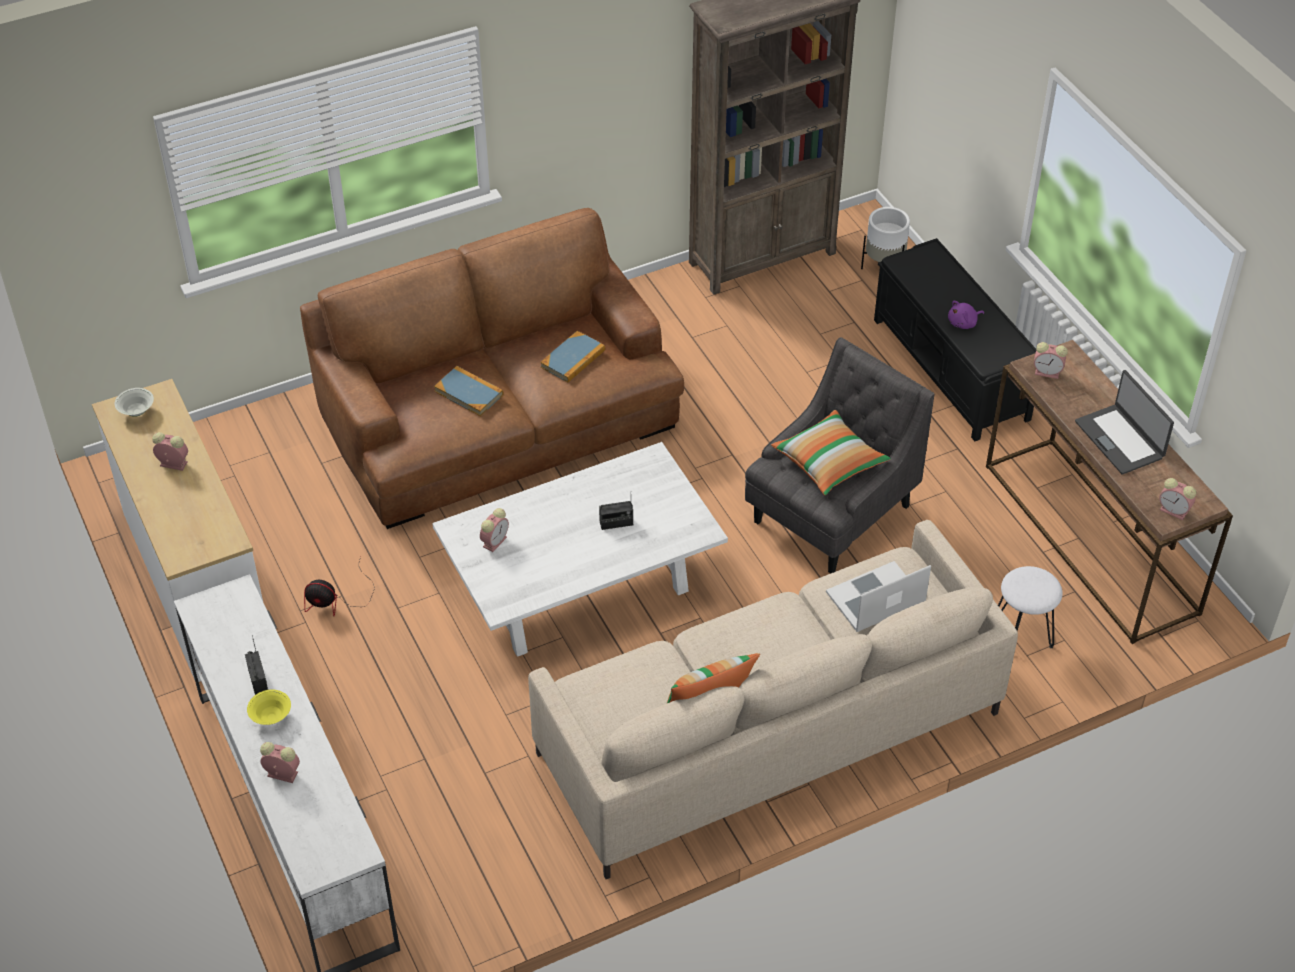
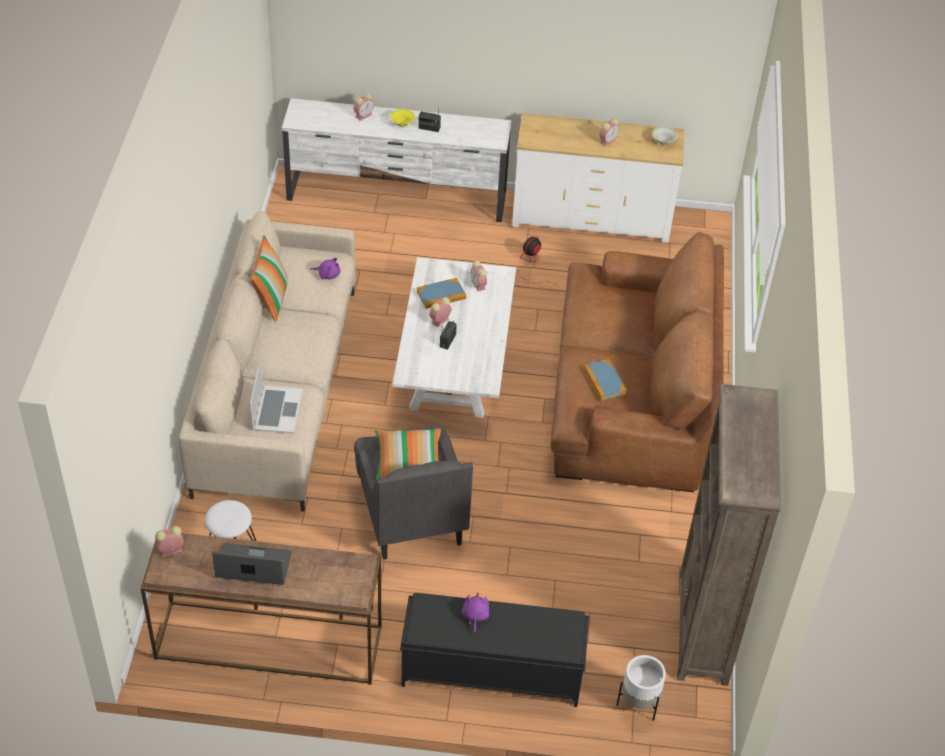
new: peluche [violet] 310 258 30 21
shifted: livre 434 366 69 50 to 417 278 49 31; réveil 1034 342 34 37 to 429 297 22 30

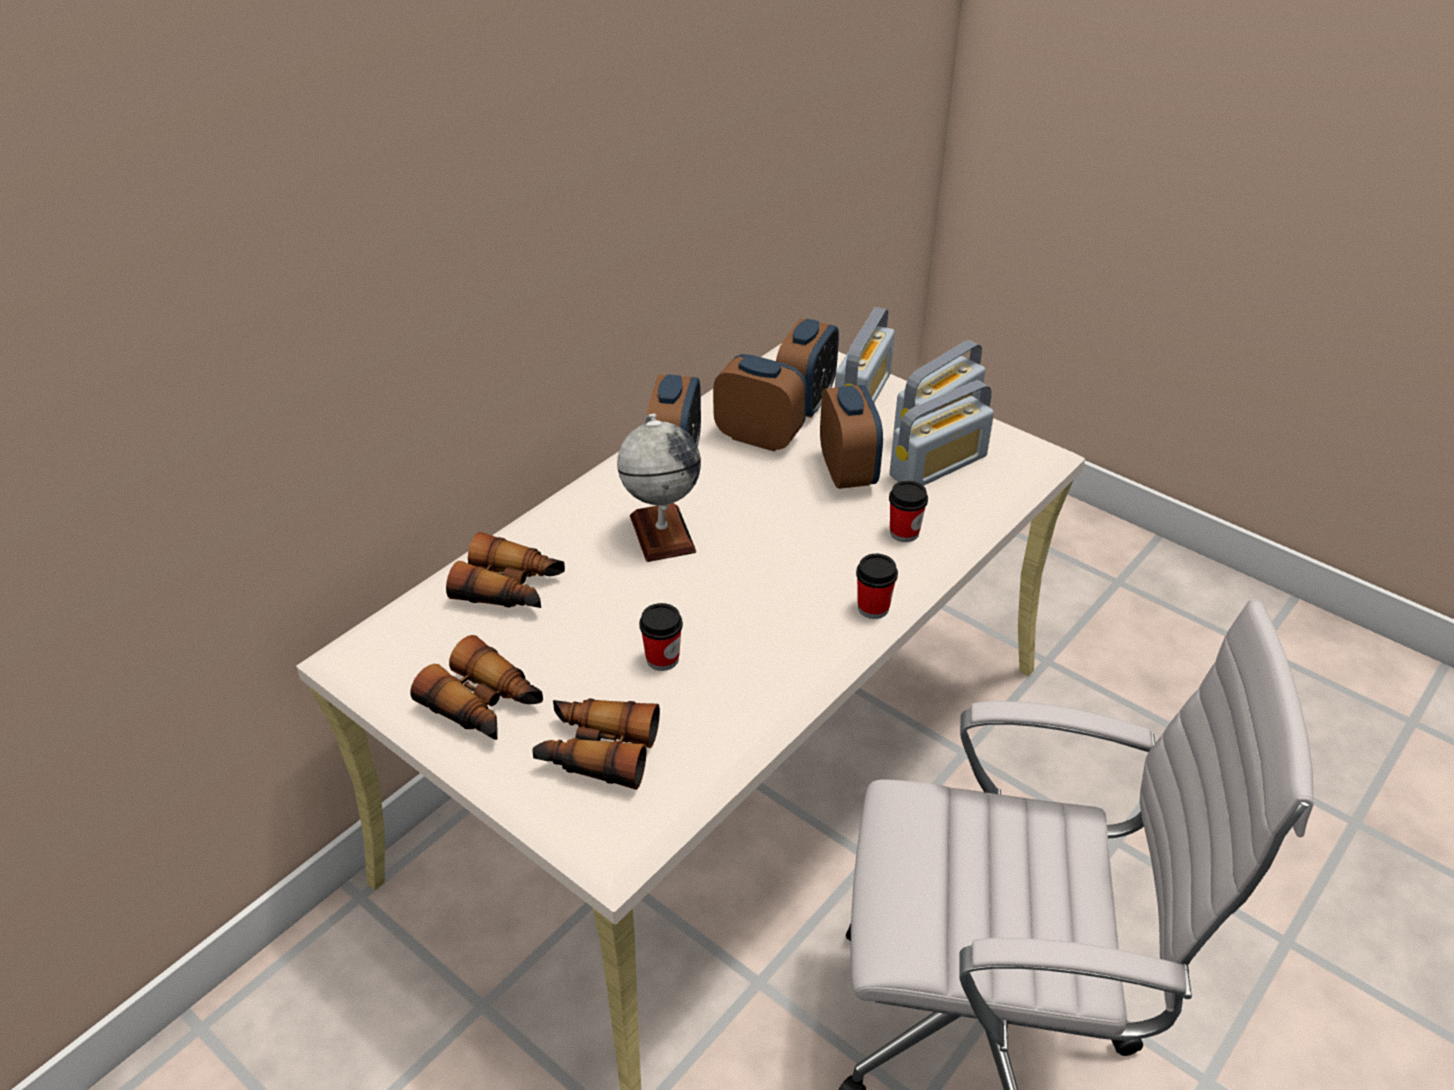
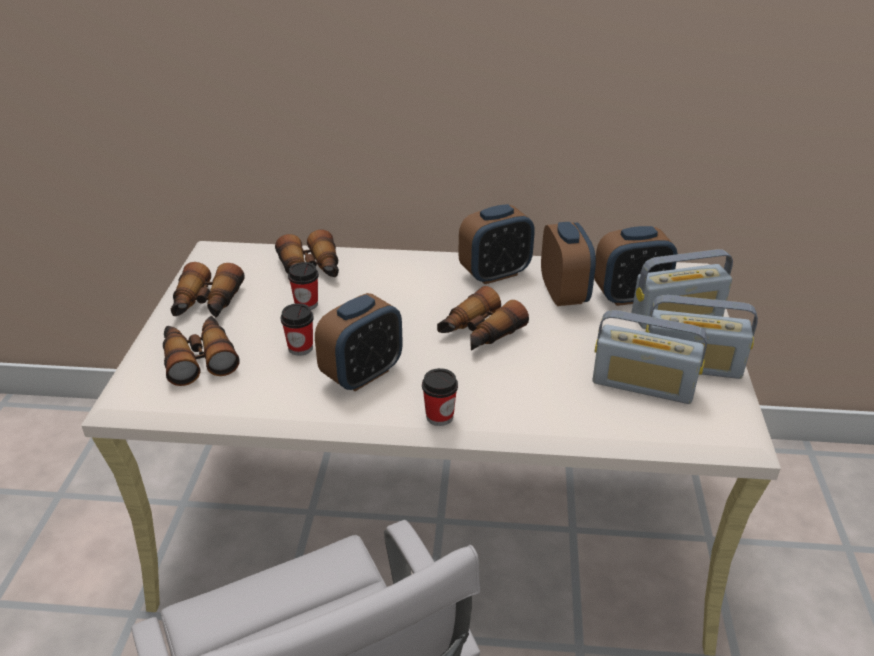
gone: globe 617 414 84 148
new: jumelles 437 286 92 64
shifted: réveil 820 385 63 104 to 315 293 88 98; tasse 889 480 39 62 to 288 262 31 48

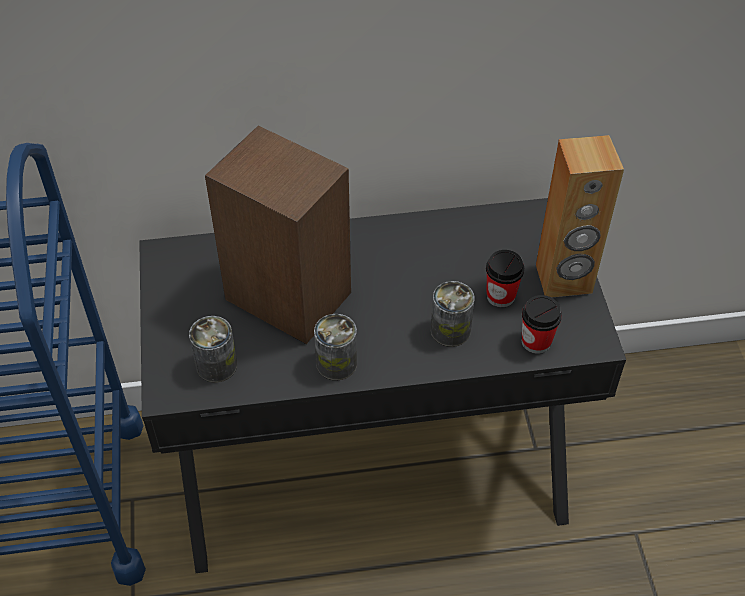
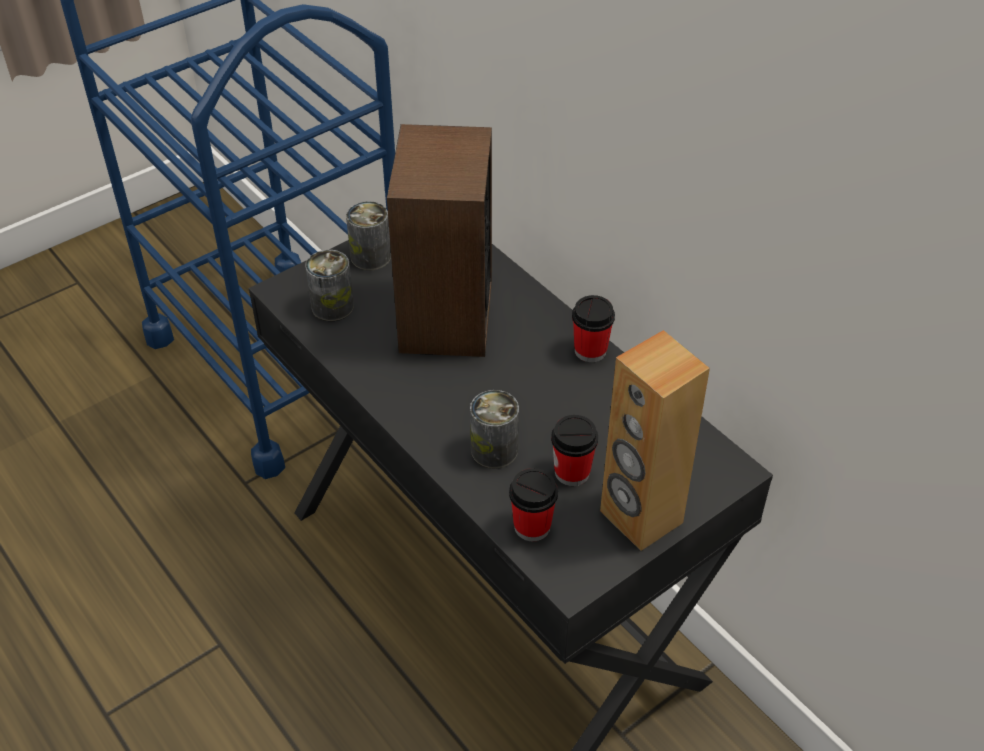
new: tasse 572 295 43 67
shifted: boîte métallique 314 314 43 66 to 346 201 45 69

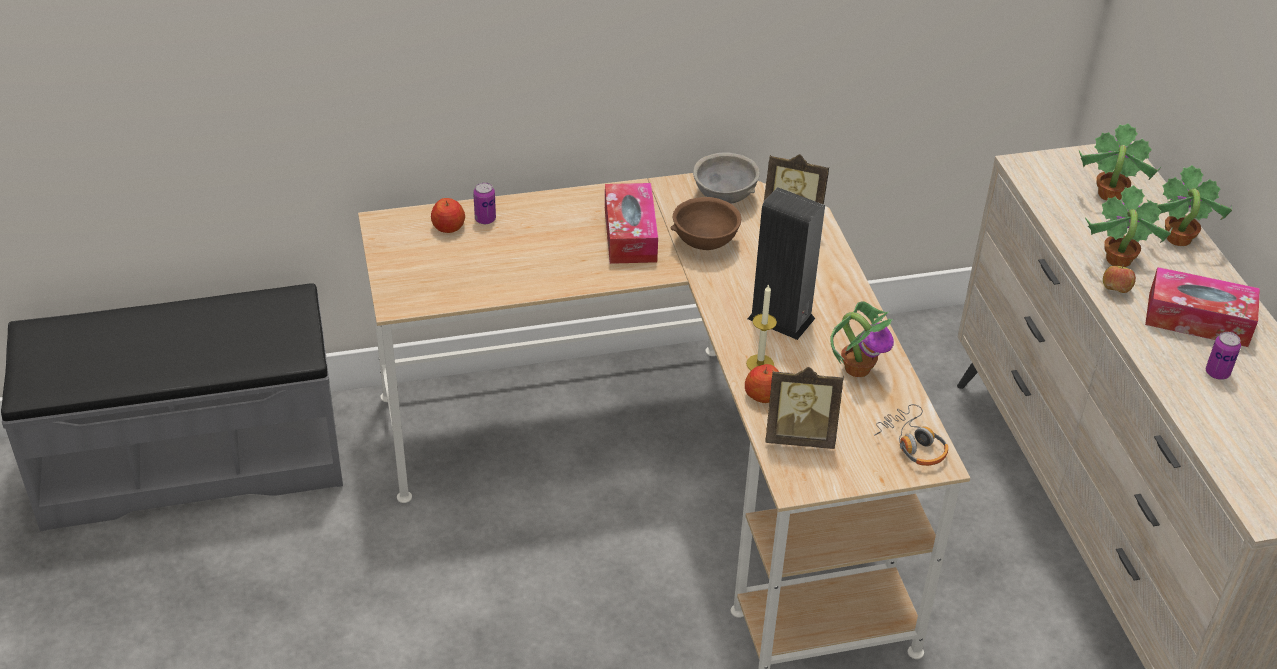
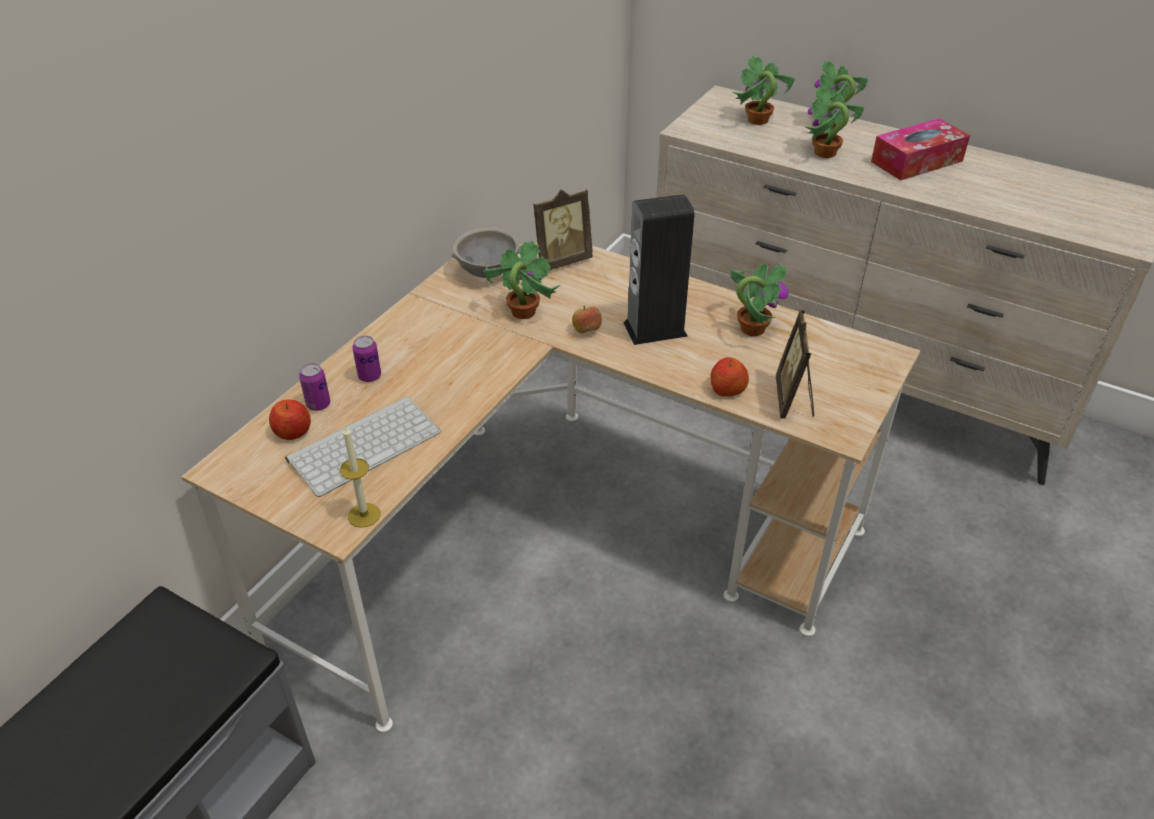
gone: boîte à mouchoirs 605 183 53 81; casque audio 874 404 74 62
new: clavier 285 396 156 101
shifted: bougie 746 284 31 86 to 340 425 40 103; pomme 1103 264 33 29 to 572 306 30 28; boîte métallique 1206 332 35 48 to 352 336 29 46
swapped: bol [marron] 670 197 71 53 to plante en pot 483 240 77 79
rotated: cadre photo 765 367 79 82 = 776 310 38 109 135 degrees clockwise

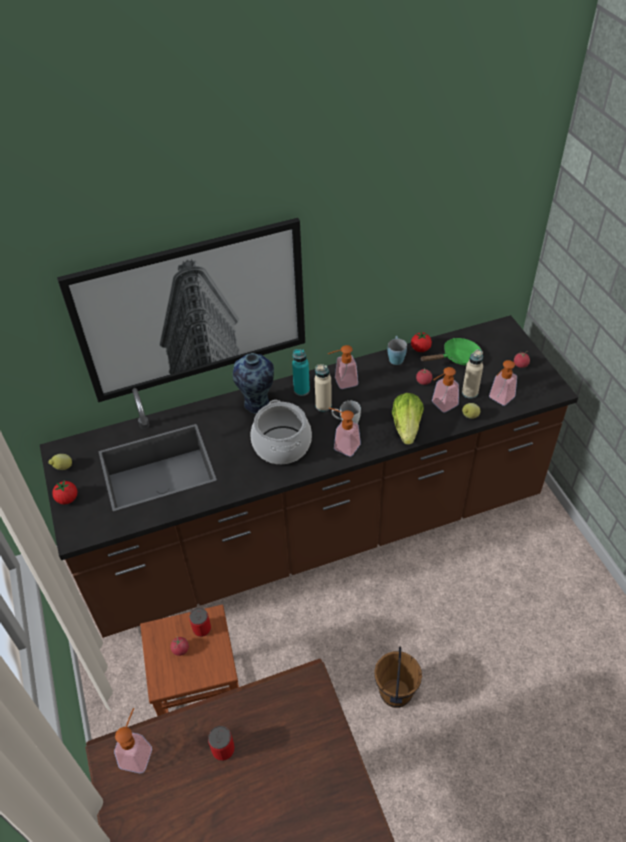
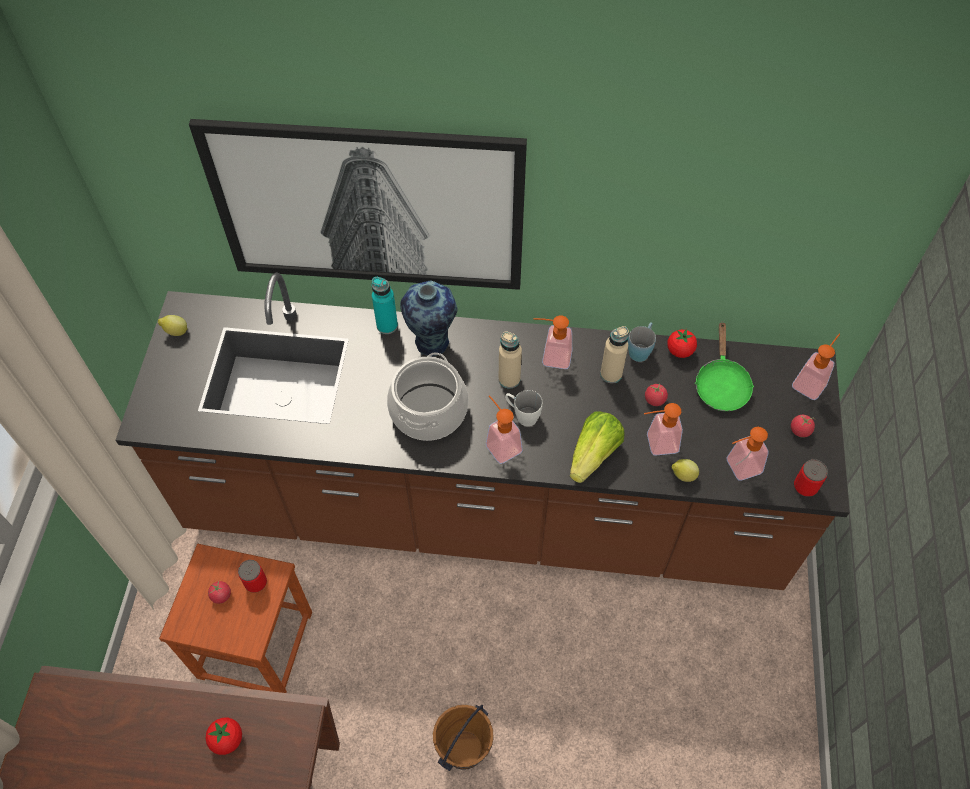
shifted: tomate 52 480 25 25 to 205 718 37 37; distributeur de savon 114 708 38 65 to 792 334 48 66; boîte métallique 208 726 27 35 to 794 459 34 38; bouteille [turquoise] 292 349 18 47 to 371 277 27 57; bouteille [beige] 462 349 21 50 to 600 326 29 57
rotated: poêle [vert] 420 338 63 27 = 695 321 59 90 90 degrees clockwise

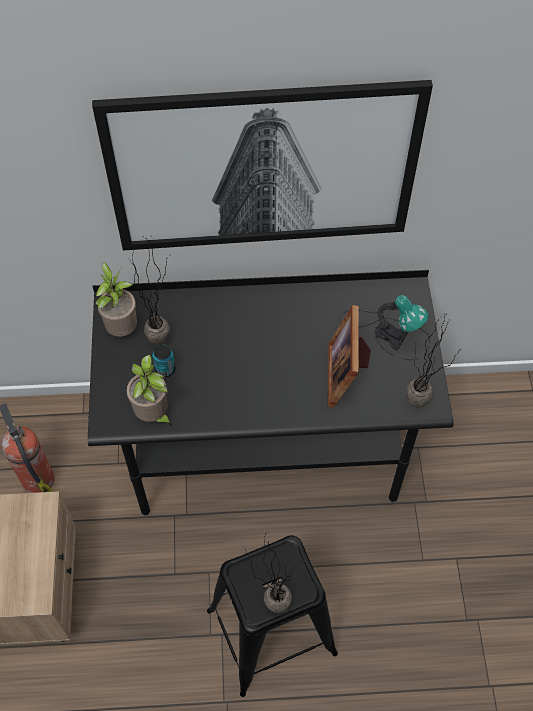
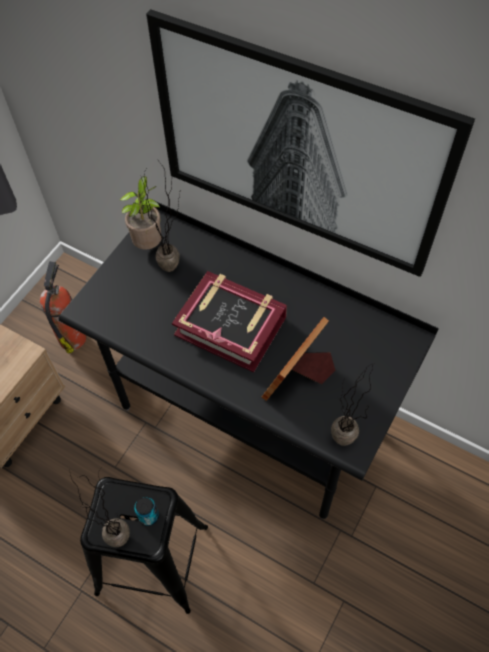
gone: plante en pot 127 355 44 71; lampe de table 339 295 91 65
new: livre 172 271 115 101
shifted: boîte métallique 152 344 23 33 to 134 497 25 29

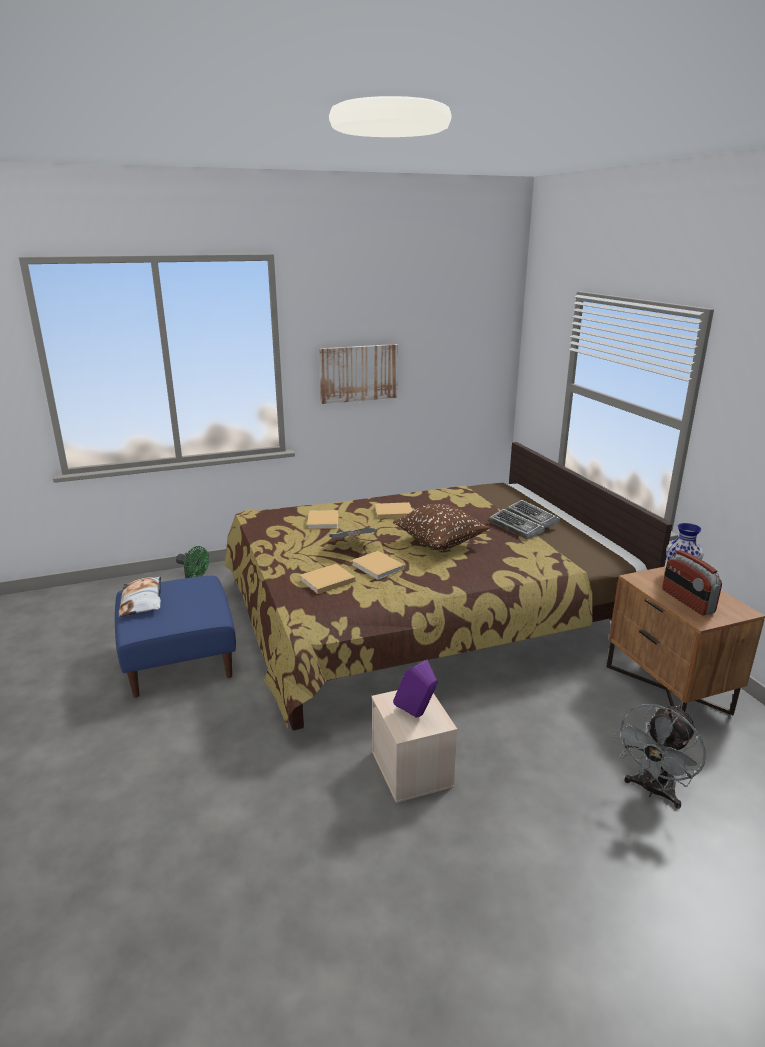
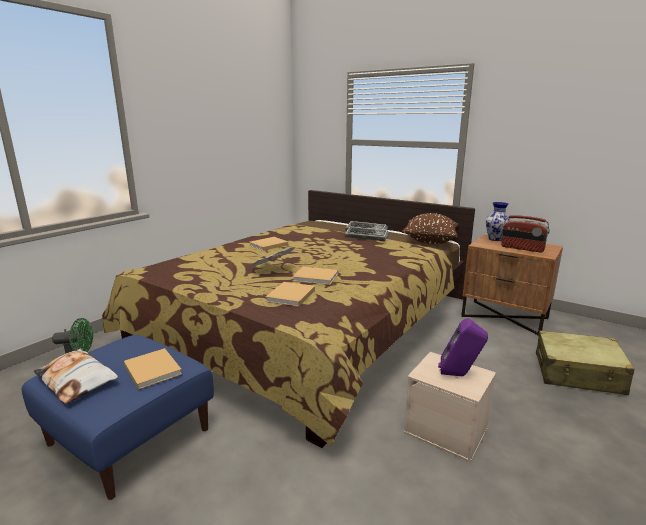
gone: tableau 319 344 79 60
shifted: livre [beige] 307 510 32 19 to 124 348 58 42; coussin [marron] 393 504 96 46 to 402 213 56 31
swapped: ventilateur [gris] 614 704 92 105 to valise [beige] 536 330 99 65

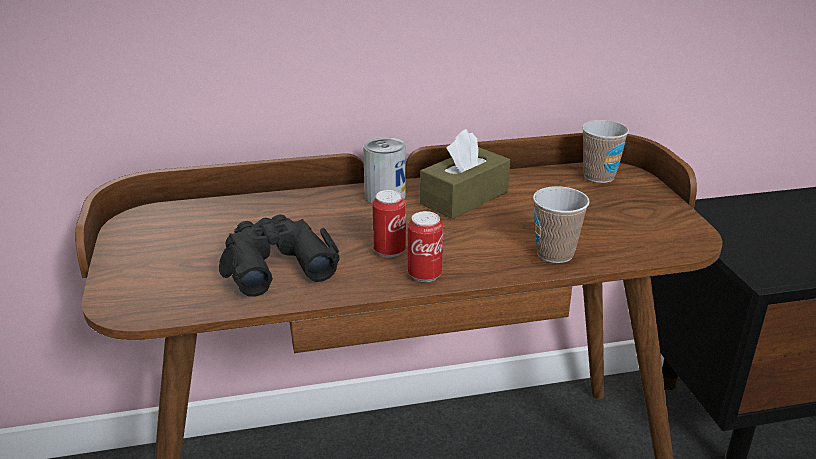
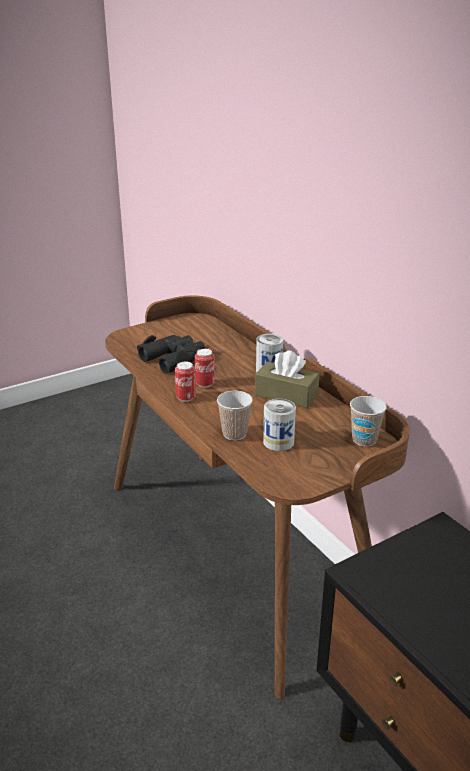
new: boîte métallique 263 399 33 52

